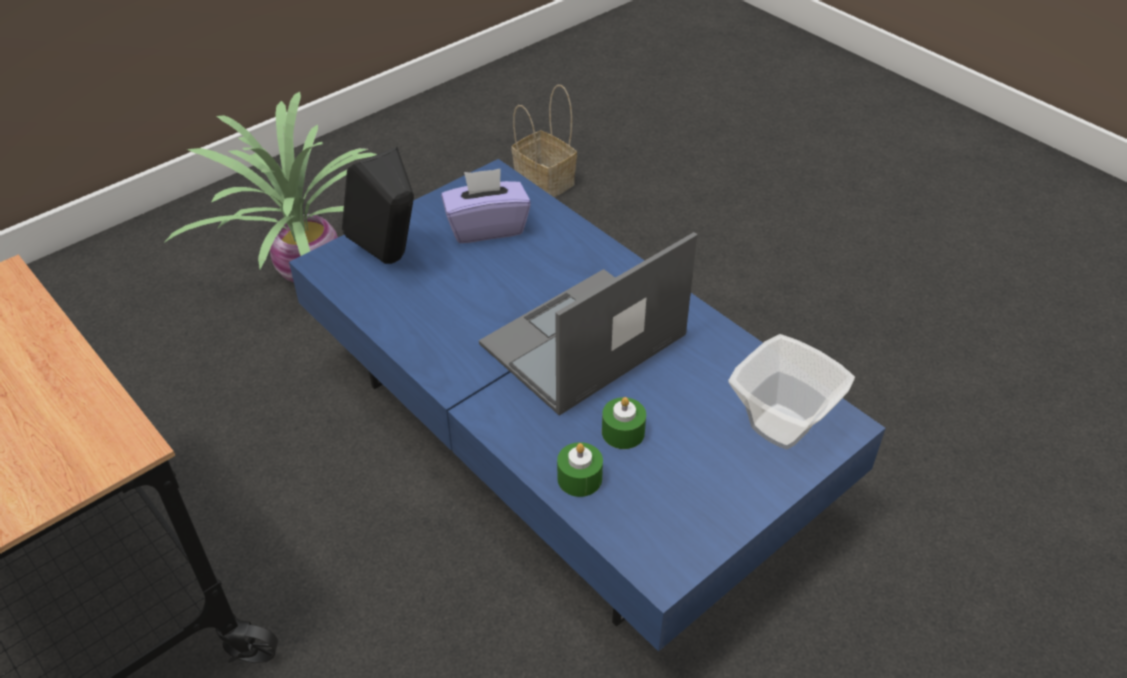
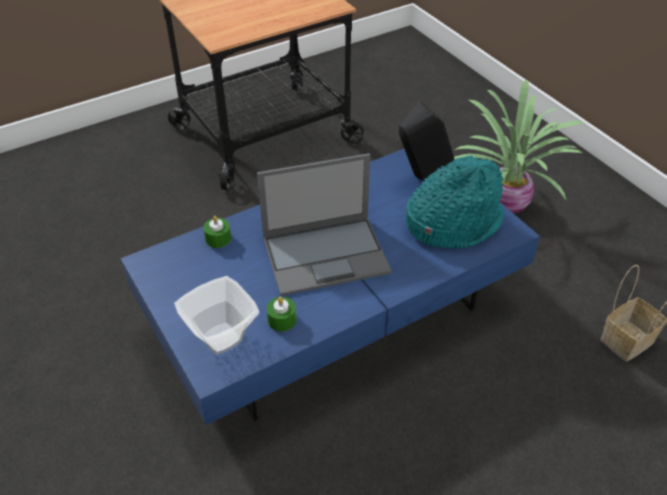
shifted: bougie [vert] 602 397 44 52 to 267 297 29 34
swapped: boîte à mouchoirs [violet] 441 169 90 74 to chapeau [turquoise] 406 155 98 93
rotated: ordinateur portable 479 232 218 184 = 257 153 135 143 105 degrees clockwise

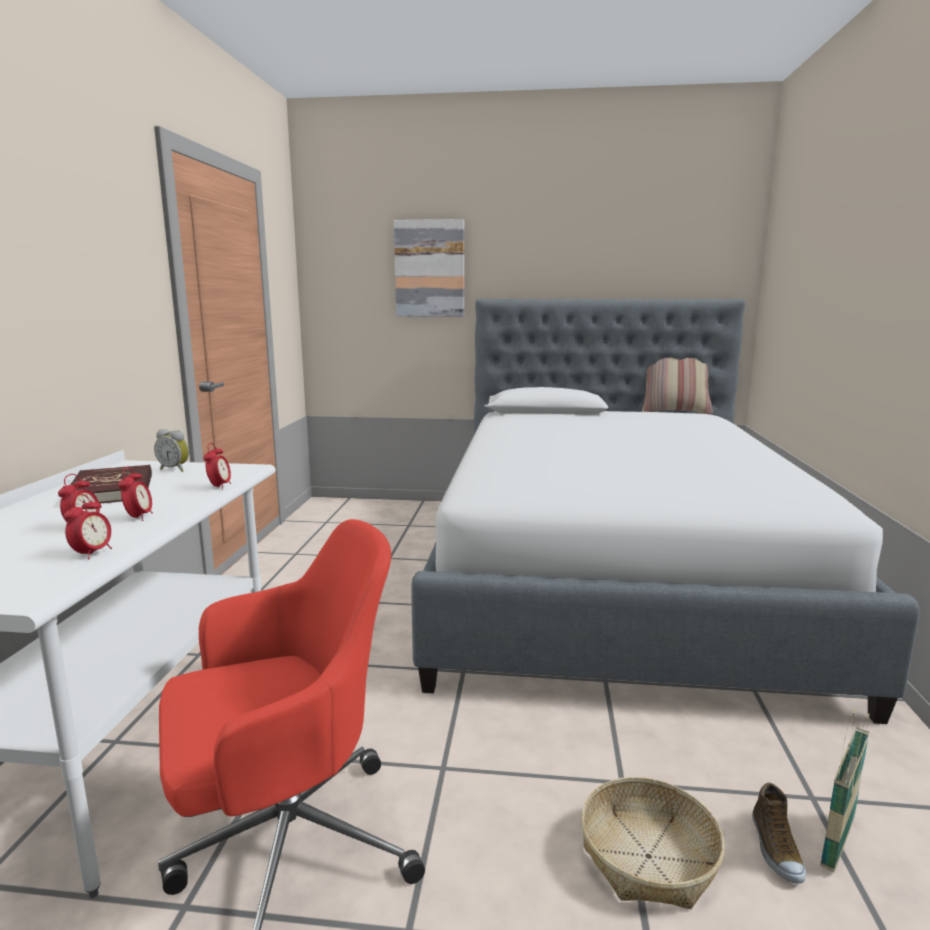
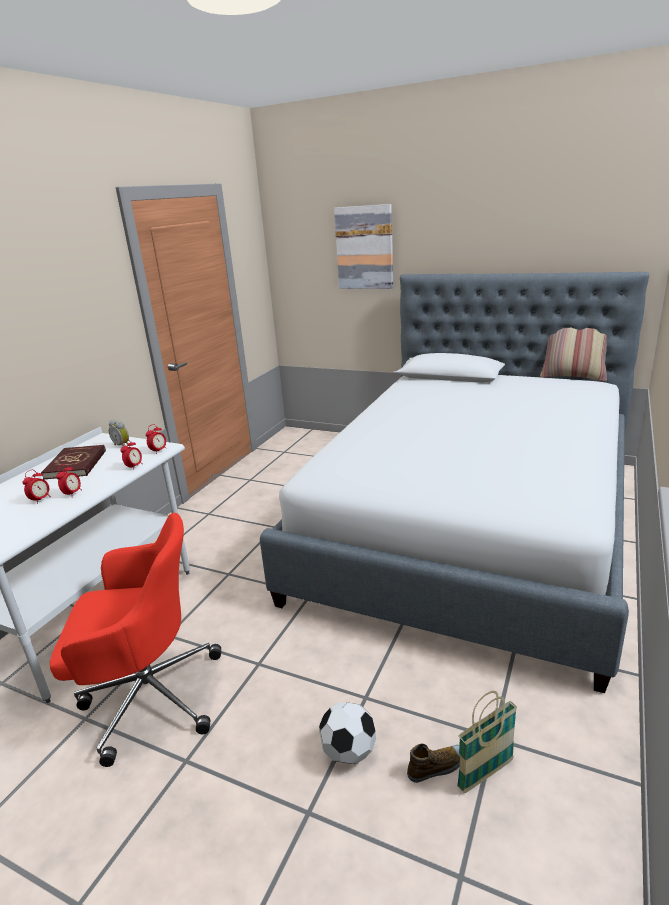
shifted: réveil 63 494 49 65 to 145 424 22 30
swapped: panier 581 777 144 132 to ballon de foot 319 702 57 62
rotated: chaussure 752 783 54 101 = 407 744 53 39 135 degrees counterclockwise

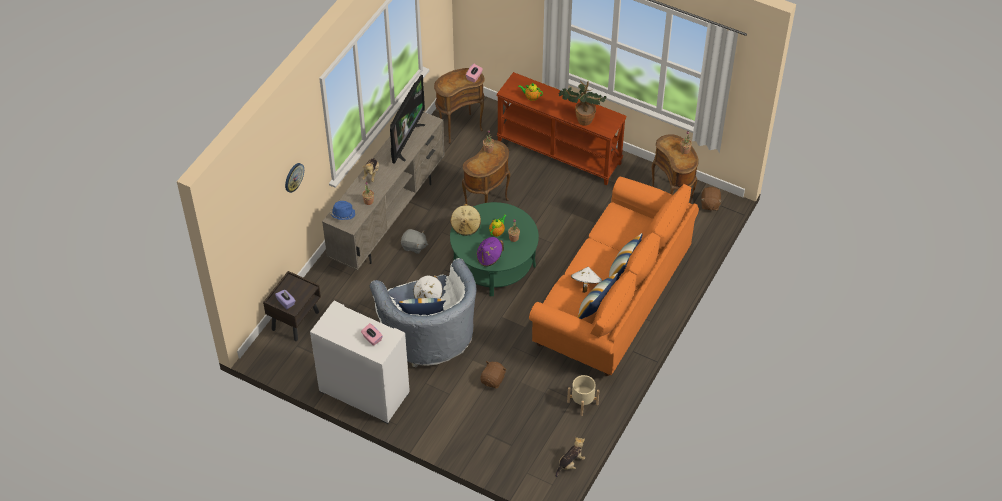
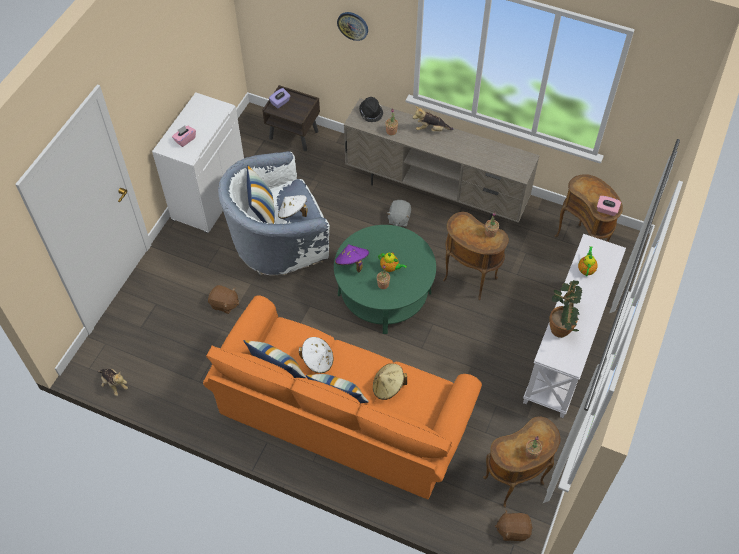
gone: téléviseur 390 75 35 89; cache-pot [beige] 567 375 32 41
shifted: chapeau [beige] 450 204 31 32 to 373 363 34 37
repainted: chapeau [bleu] 330 201 25 19 to chapeau [noir] 359 97 24 25; table console [marron] 497 72 129 113 to table console [blanc] 523 234 103 184

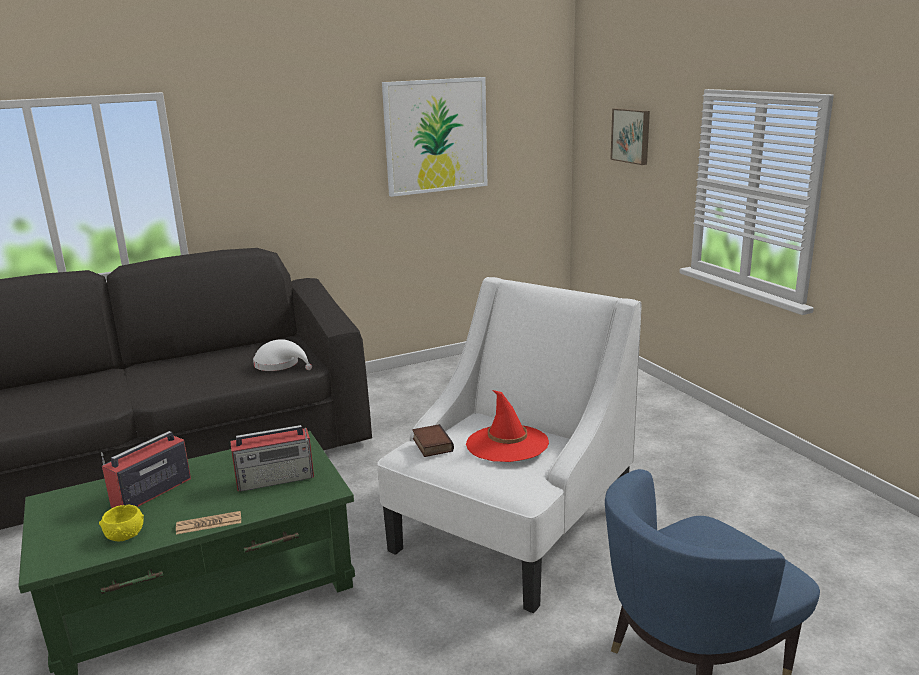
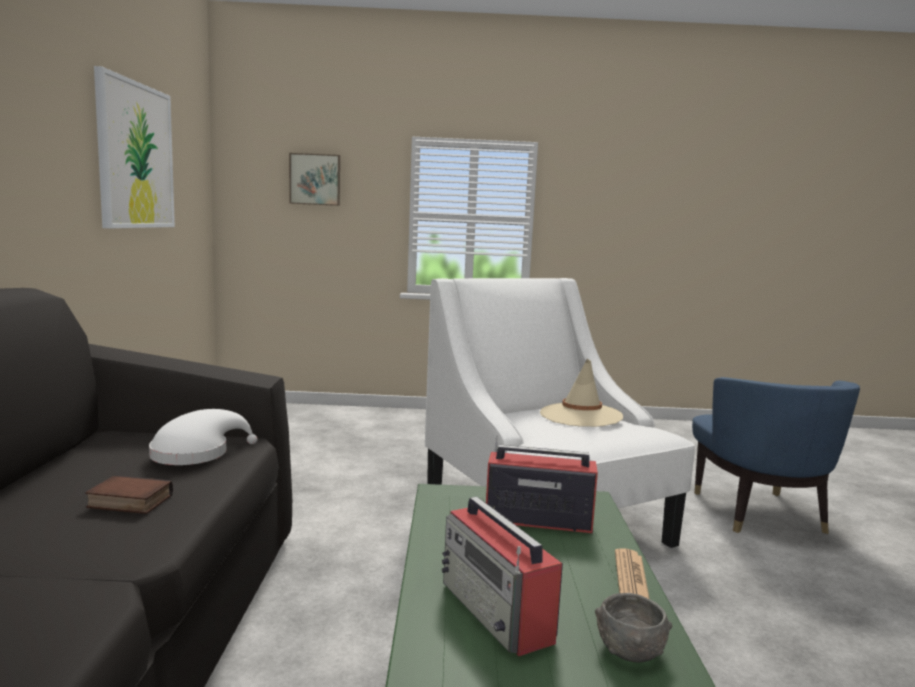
shifted: livre 412 424 42 33 to 85 475 88 39
repainted: bol [jaune] 99 504 45 37 to bol [gris] 595 593 77 70; chapeau [rouge] 466 390 83 72 to chapeau [beige] 540 359 83 68
rotated: radio 230 425 84 67 = 486 435 112 98 90 degrees counterclockwise

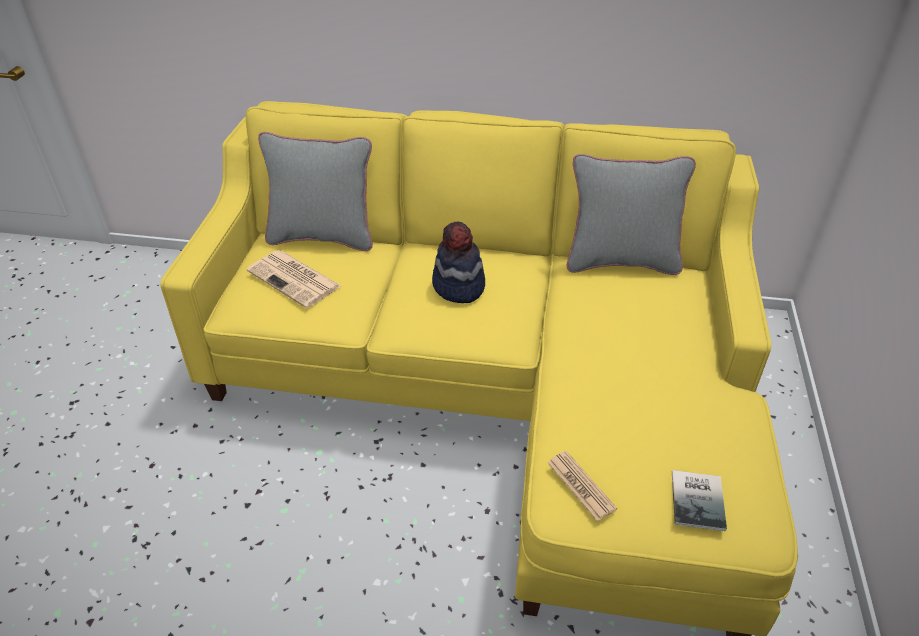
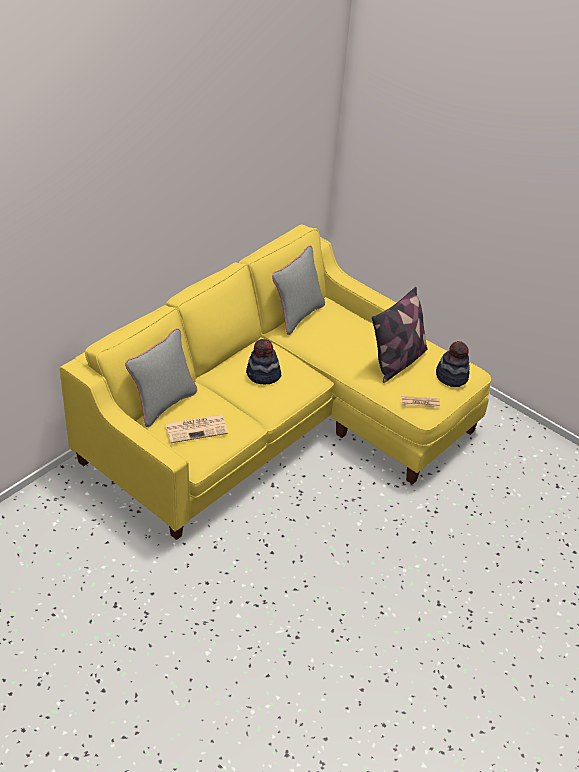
new: coussin 372 287 56 96
swapped: livre 672 470 55 61 to chapeau 436 341 34 46

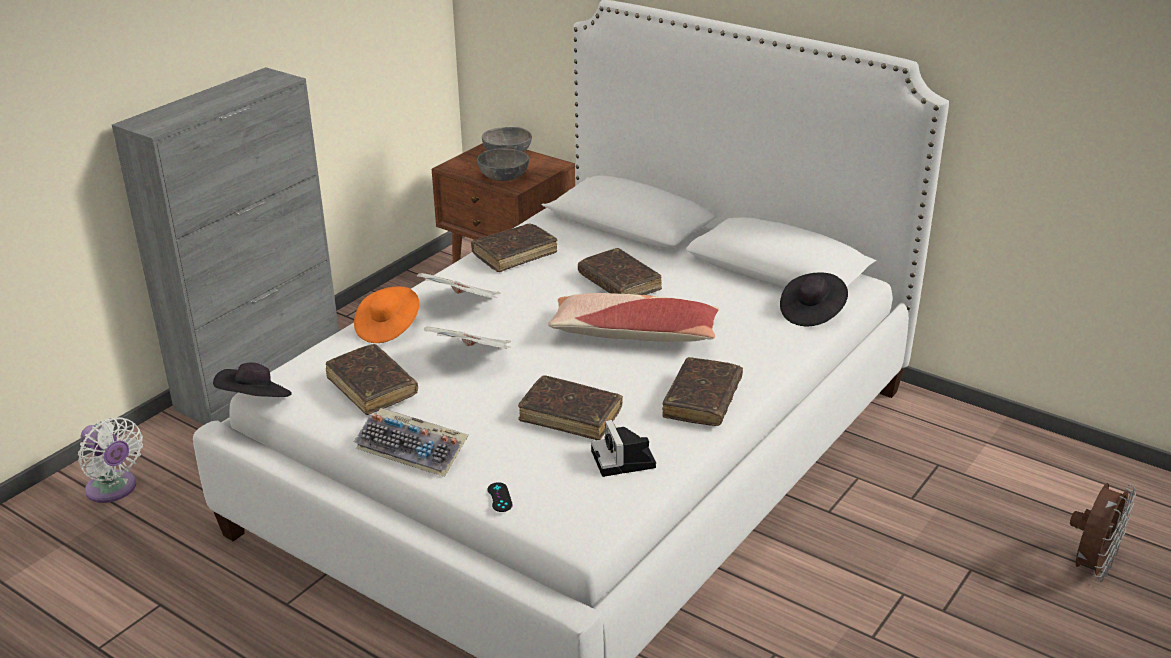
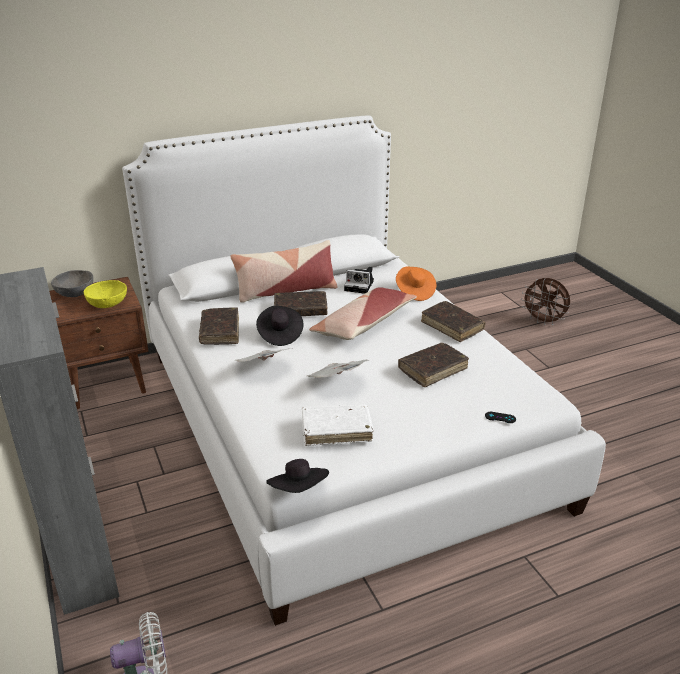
gone: clavier 354 408 114 69
new: coussin 230 240 108 63
shifted: chapeau [orange] 354 287 66 56 to 396 267 40 34; appareil photo 591 420 65 57 to 344 267 30 27; chapeau [noir] 780 273 68 53 to 256 306 47 40
repainted: livre [marron] 326 344 92 71 to livre [blanc] 302 404 71 42; bol [gris] 477 148 52 33 to bol [jaune] 84 280 43 28
rotated: ventilateur [marron] 1070 483 66 99 = 521 278 49 47 150 degrees clockwise

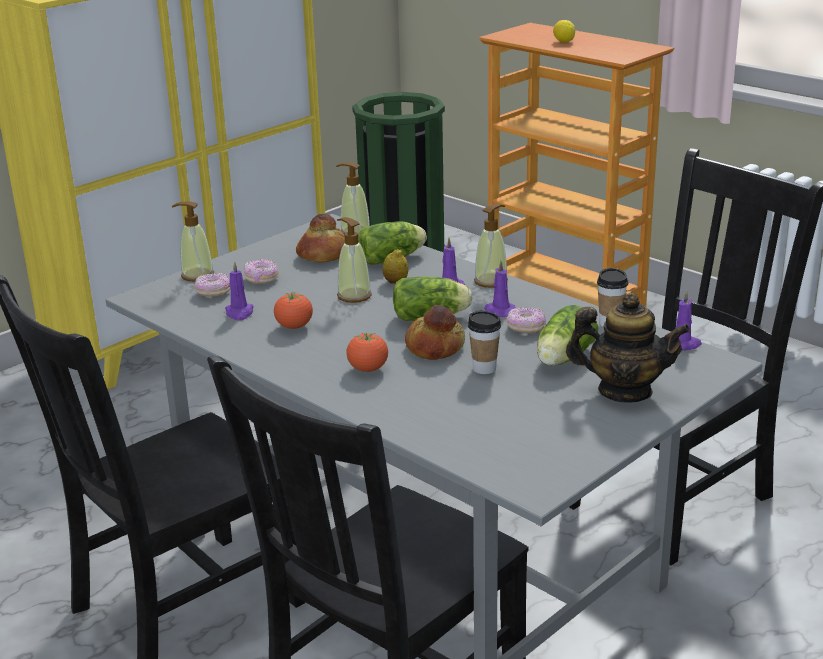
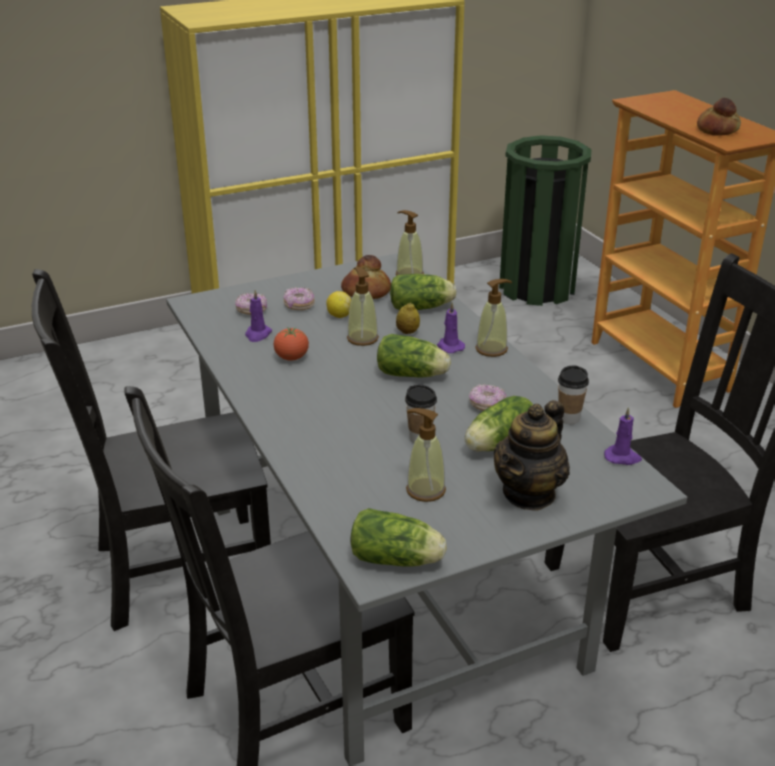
gone: tomate 346 333 42 39; bougie [violet] 484 260 32 57
new: laitue 351 508 96 59
shifted: distributeur de savon 172 201 42 81 to 406 408 40 94; pain 405 305 60 55 to 697 98 44 38; citron 553 20 22 23 to 326 291 25 27
rotated: théière 566 293 124 110 = 493 400 77 111 90 degrees clockwise

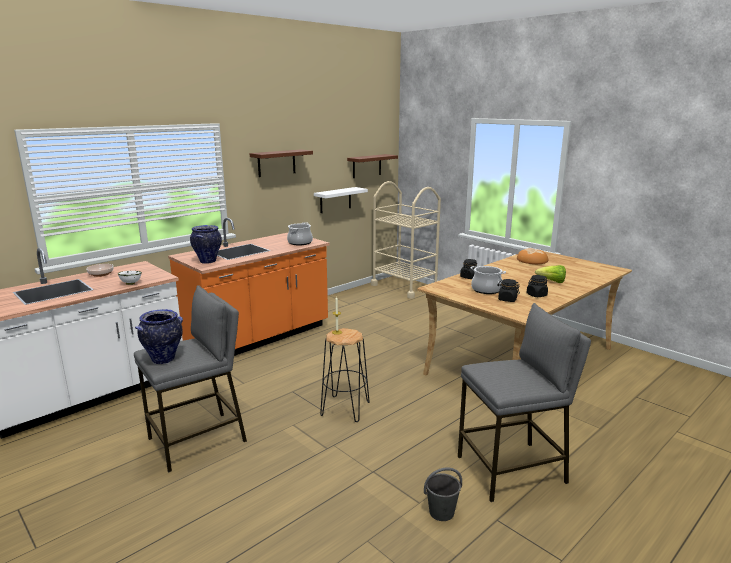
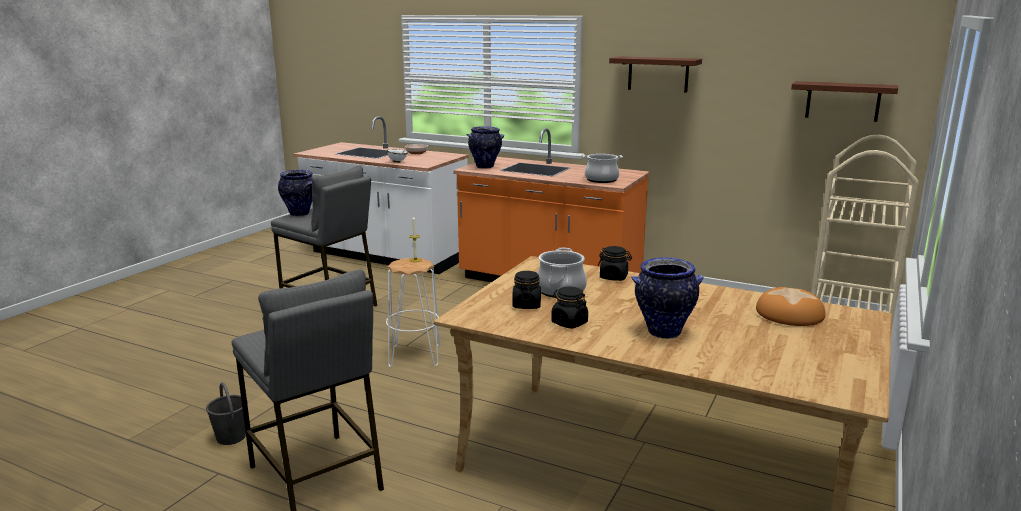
gone: étagère [blanc] 314 187 54 26
swapped: laitue 535 265 31 18 to vase 631 257 73 82
repainted: tabouret [noir] 320 328 50 94 to tabouret [blanc] 386 258 54 109

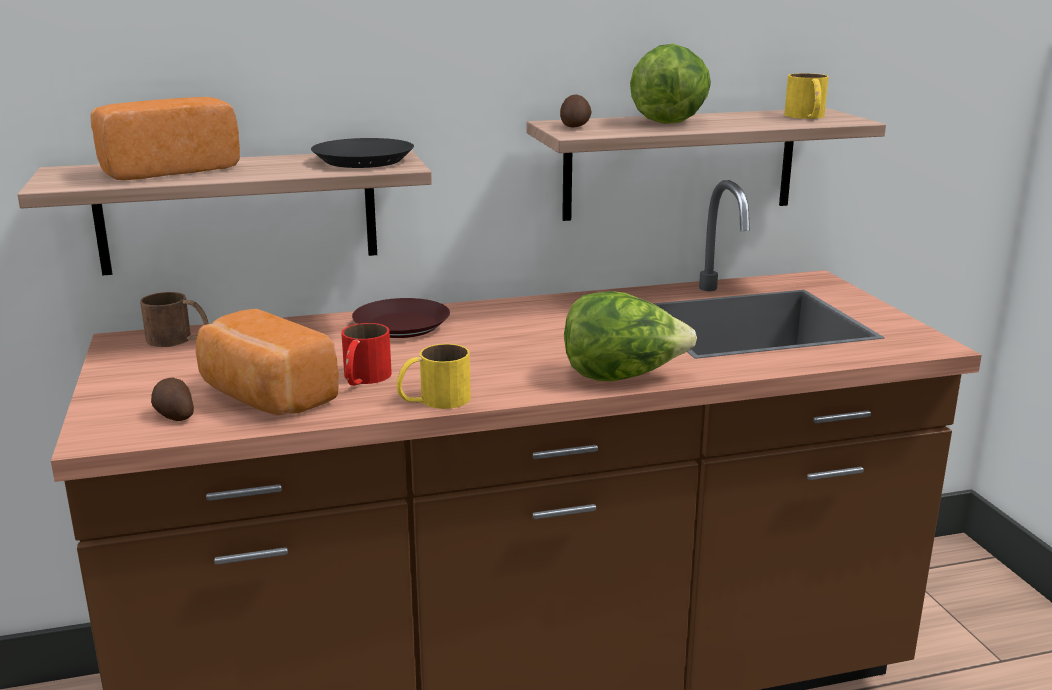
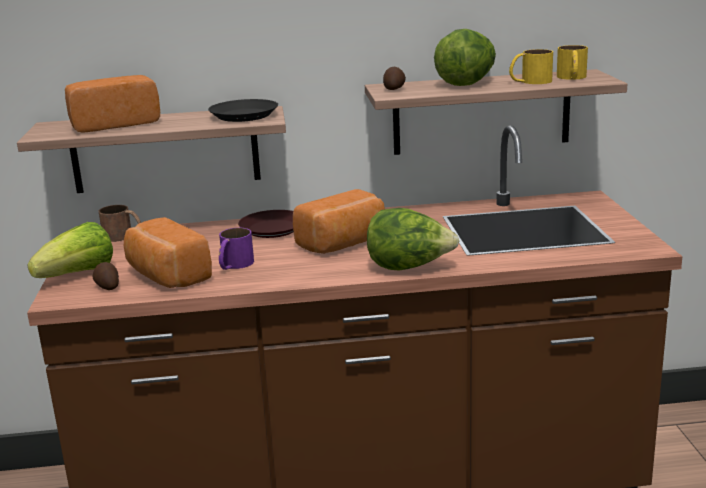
new: laitue 27 222 86 56; pain 293 189 92 65
shifted: mug [jaune] 396 344 75 65 to 509 49 44 35
repainted: mug [rouge] 341 323 51 63 to mug [violet] 219 228 35 42

